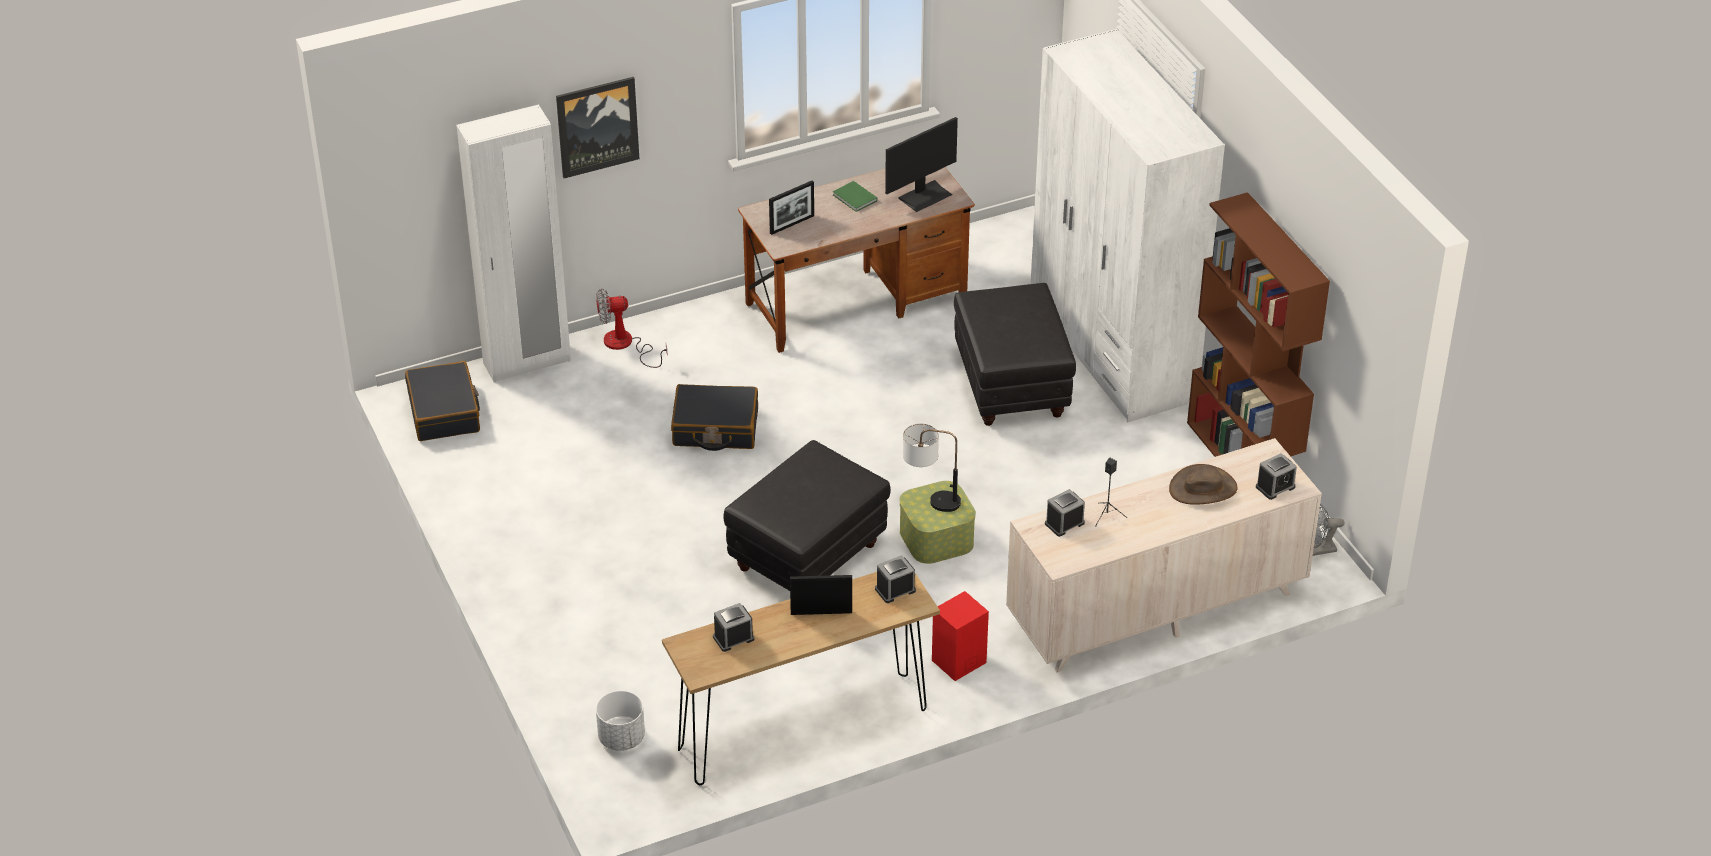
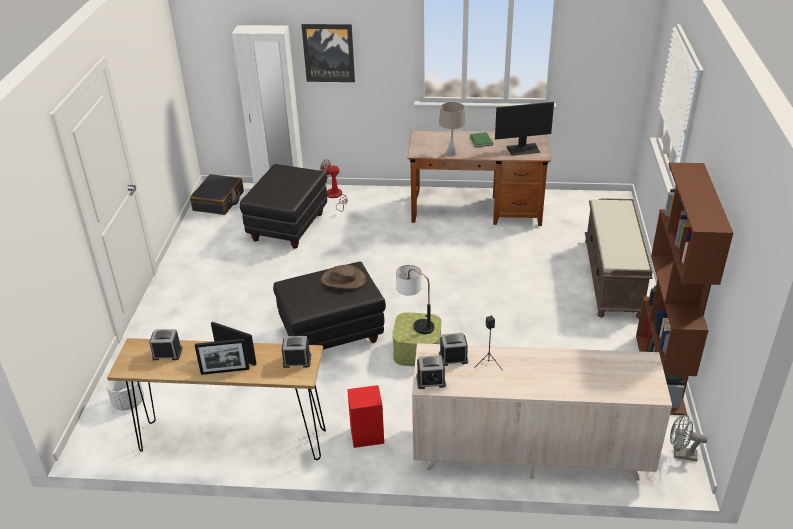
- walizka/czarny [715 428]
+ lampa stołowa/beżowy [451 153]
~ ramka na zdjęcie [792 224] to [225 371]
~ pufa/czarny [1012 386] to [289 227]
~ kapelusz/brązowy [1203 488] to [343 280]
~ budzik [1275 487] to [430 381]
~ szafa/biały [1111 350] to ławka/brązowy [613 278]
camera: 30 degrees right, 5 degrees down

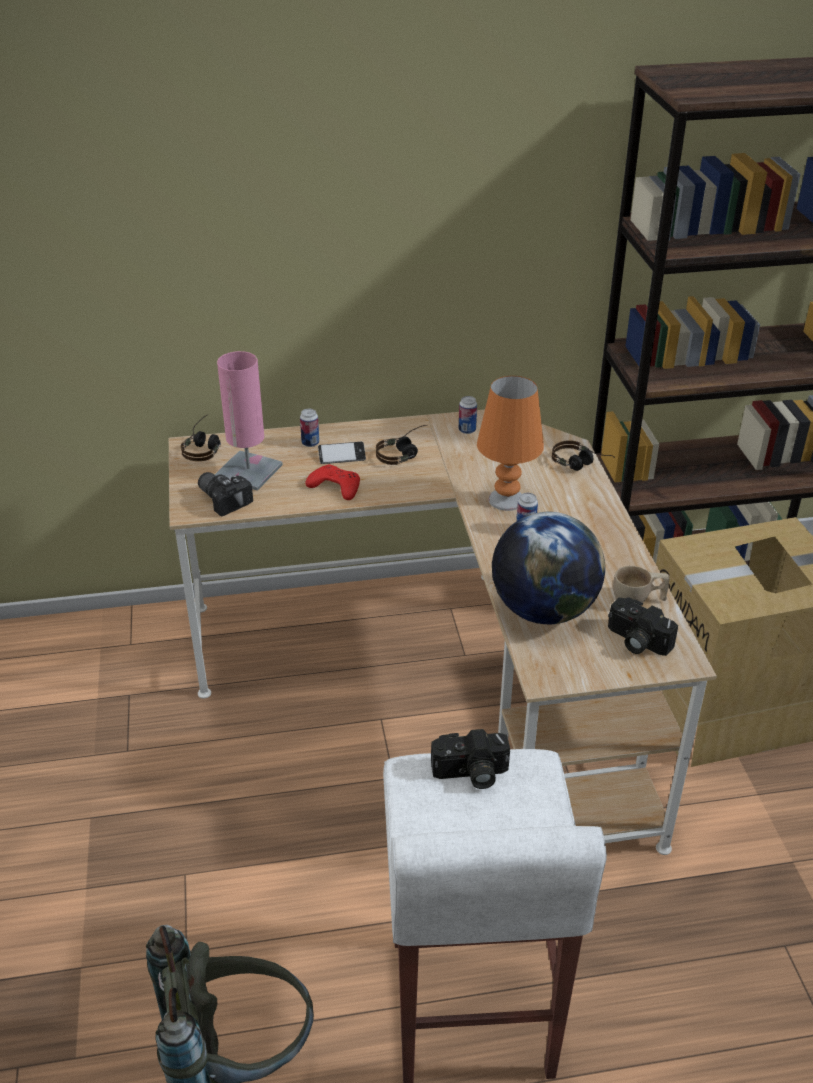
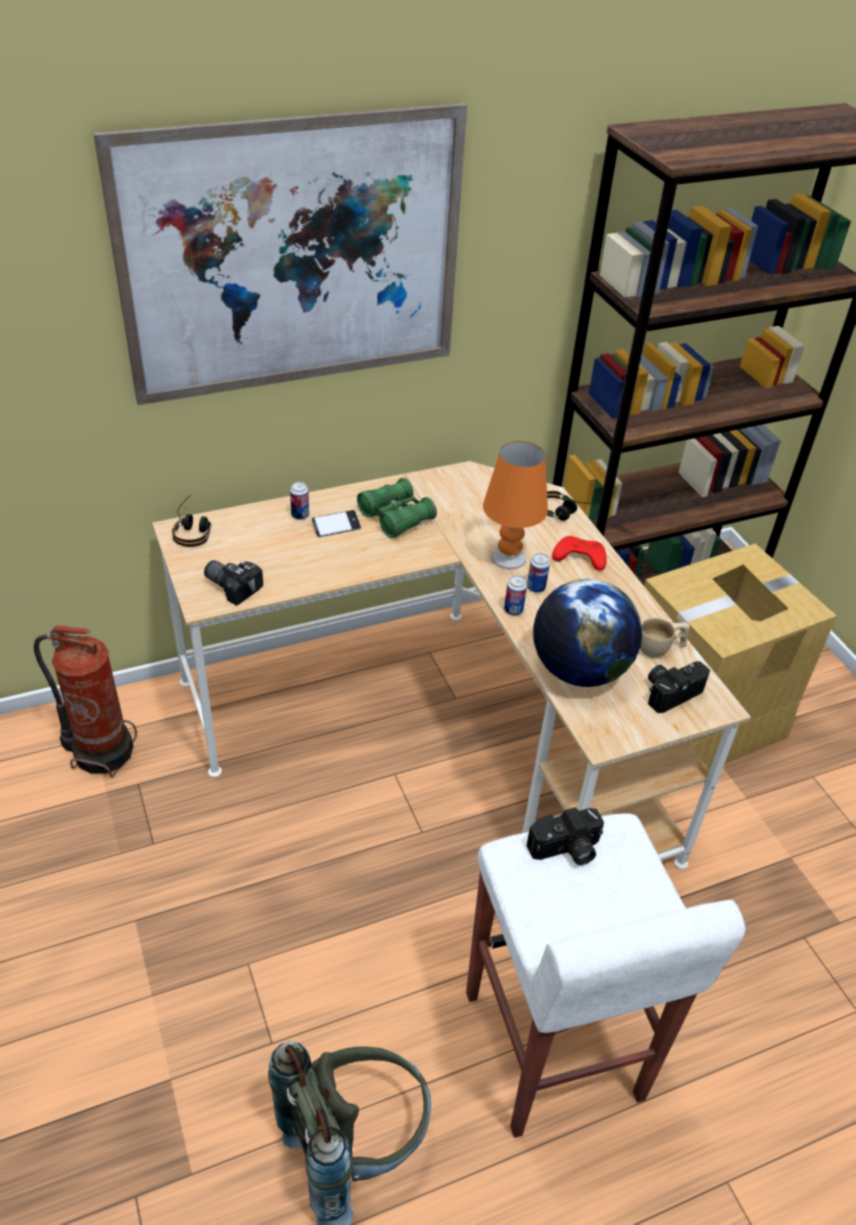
- lampa stołowa/różowy [248 471]
+ gaśnica [101 750]
+ obraz [294 257]
~ pad do gier/czerwony [335 486] to [579 557]
~ puszka [467 430] to [513 610]
~ słuchawki [404 453] to lornetka/zielony [396 517]
~ aparat fotograficzny [636 641] = [671 691] 120 degrees clockwise
camera: 15 degrees left, 5 degrees up

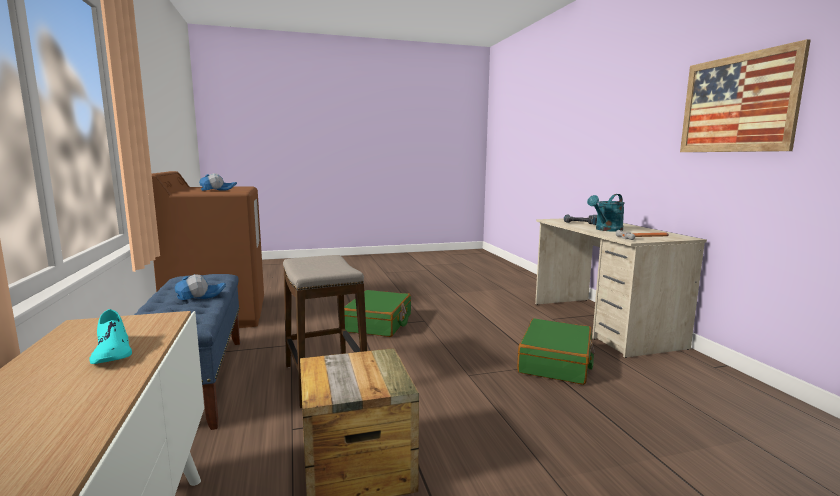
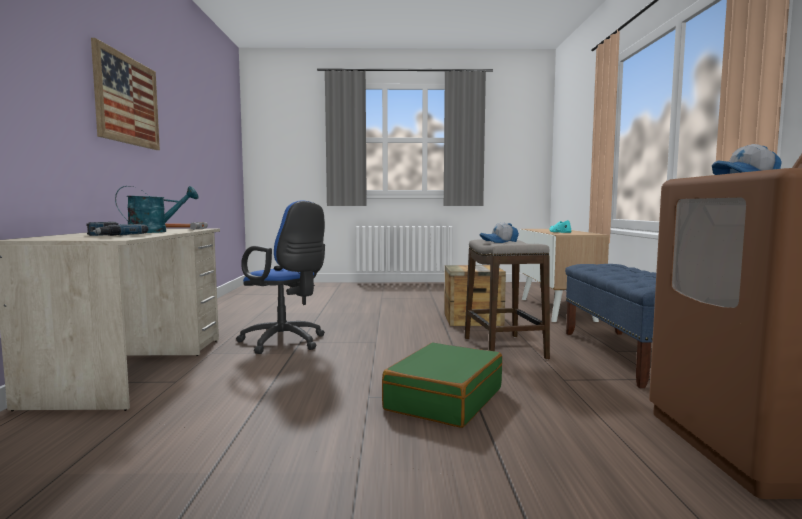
~ czapka z daszkiem [201 295] to [499 242]
~ walizka/zielony [555 362] to krzesło biurowe/niebieski [286 343]
camera: 165 degrees left, 5 degrees down

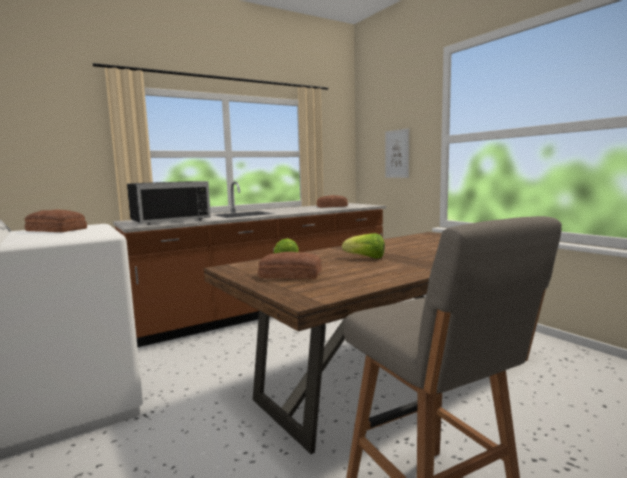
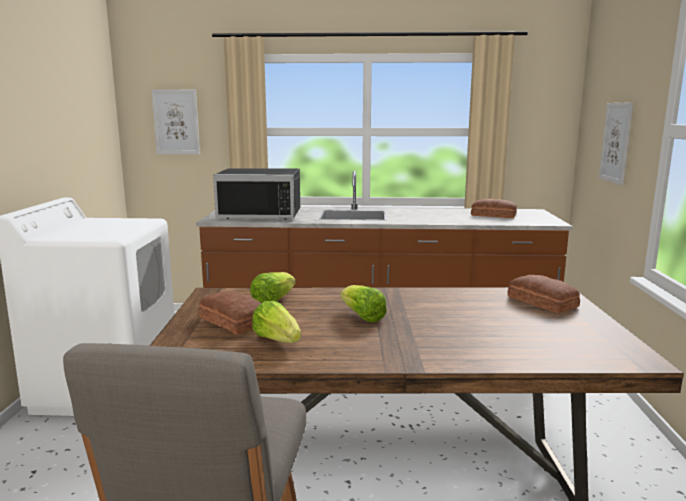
+ obraz [176 122]
+ sałata [277 340]
~ chleb [56 230] to [542 302]
camera: 35 degrees right, 5 degrees up

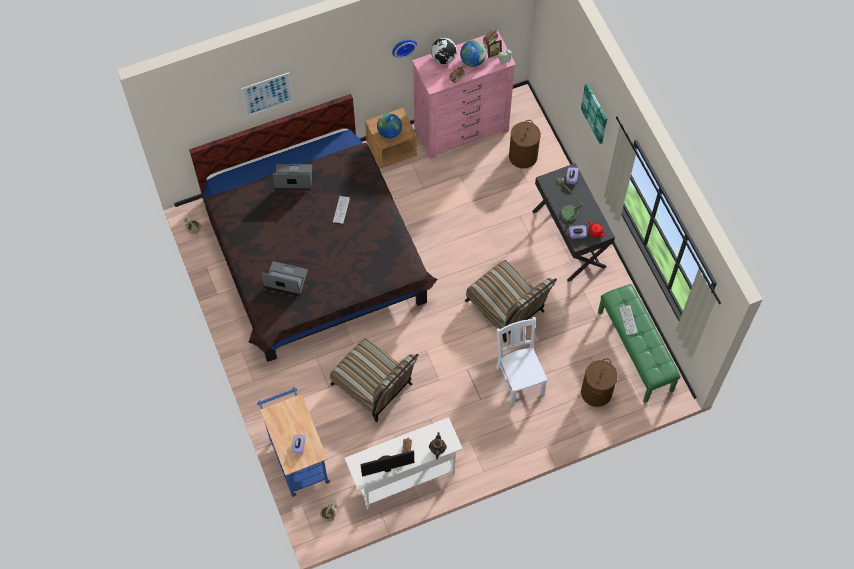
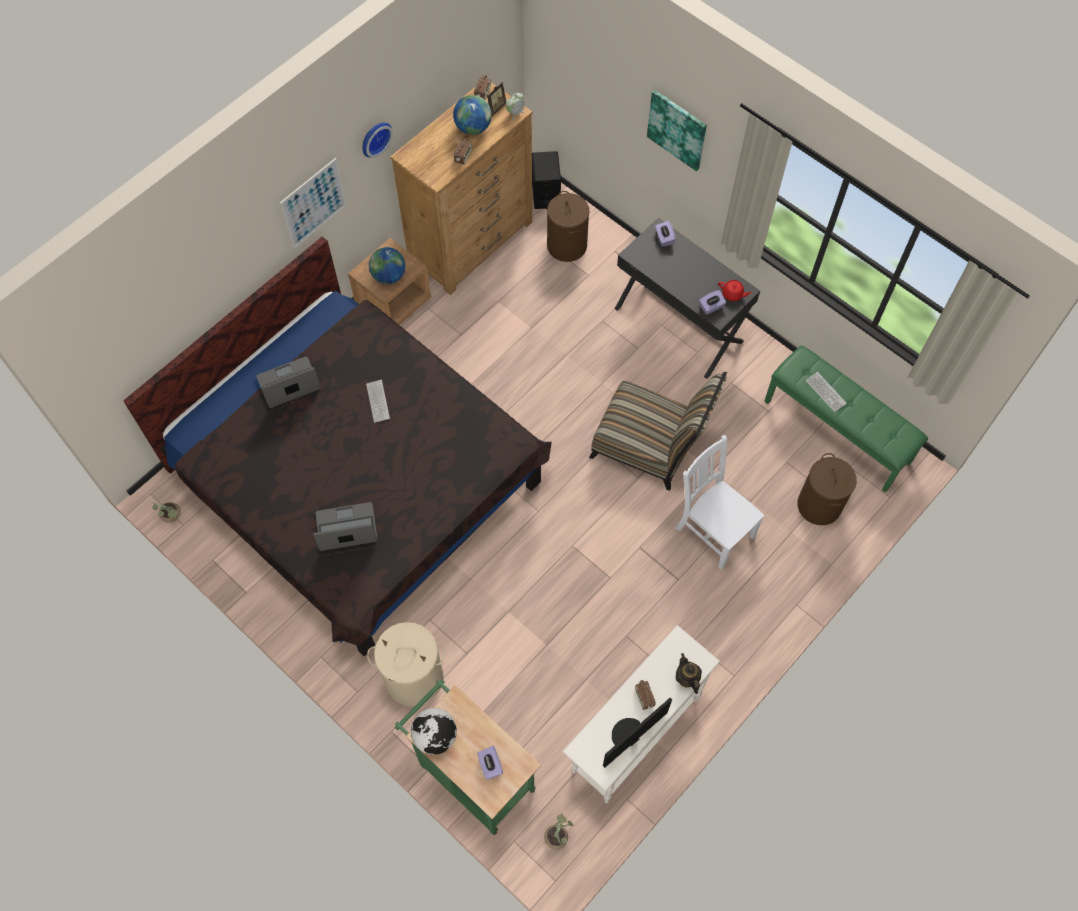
- krzesło [375 387]
- lampa stołowa [567 211]
+ kosz na pranie/beżowy [413 678]
+ głośnik/czarny [545 194]
~ obraz [267 94] to [313 203]
~ globus [443 58] to [435 736]
~ wózek/niebieski [297 457] to wózek/zielony [472 773]
~ komoda/różowy [461 129] to komoda/brązowy [471 242]
camera: 25 degrees left, 0 degrees up

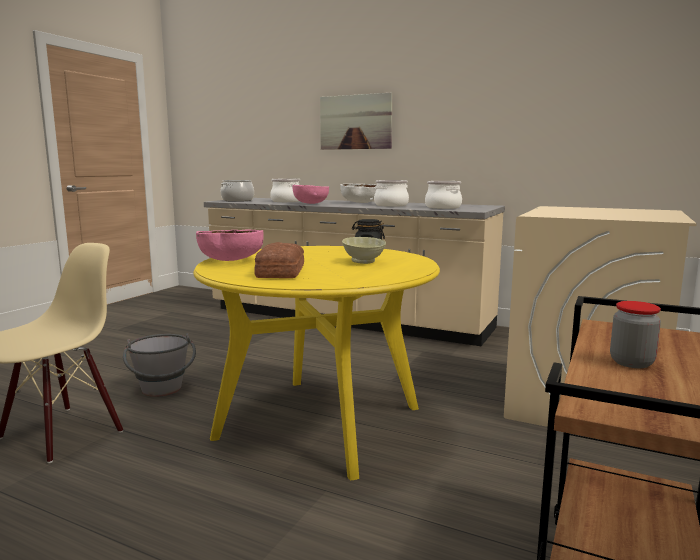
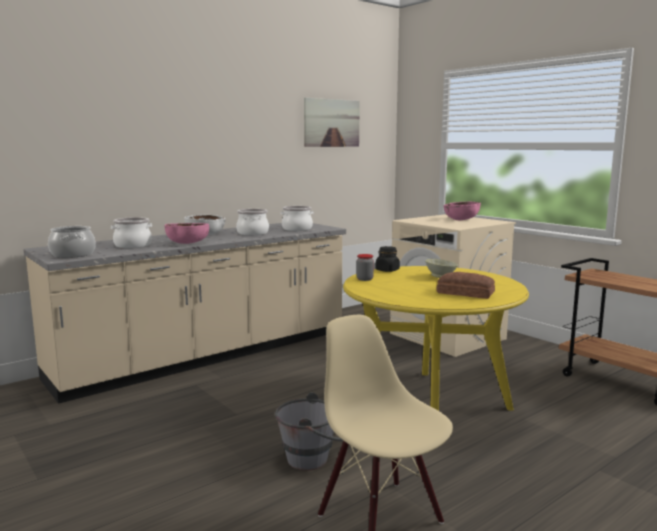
~ miska/różowy [231 261] to [461 220]
~ obraz [355 122] to [331 123]
~ słoik [631 362] to [364 279]
camera: 65 degrees left, 0 degrees up

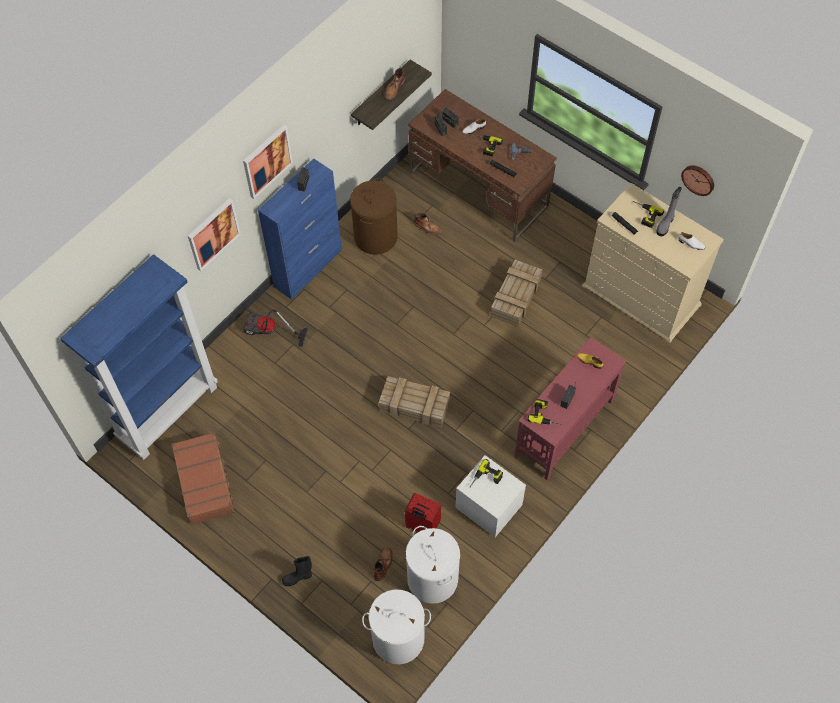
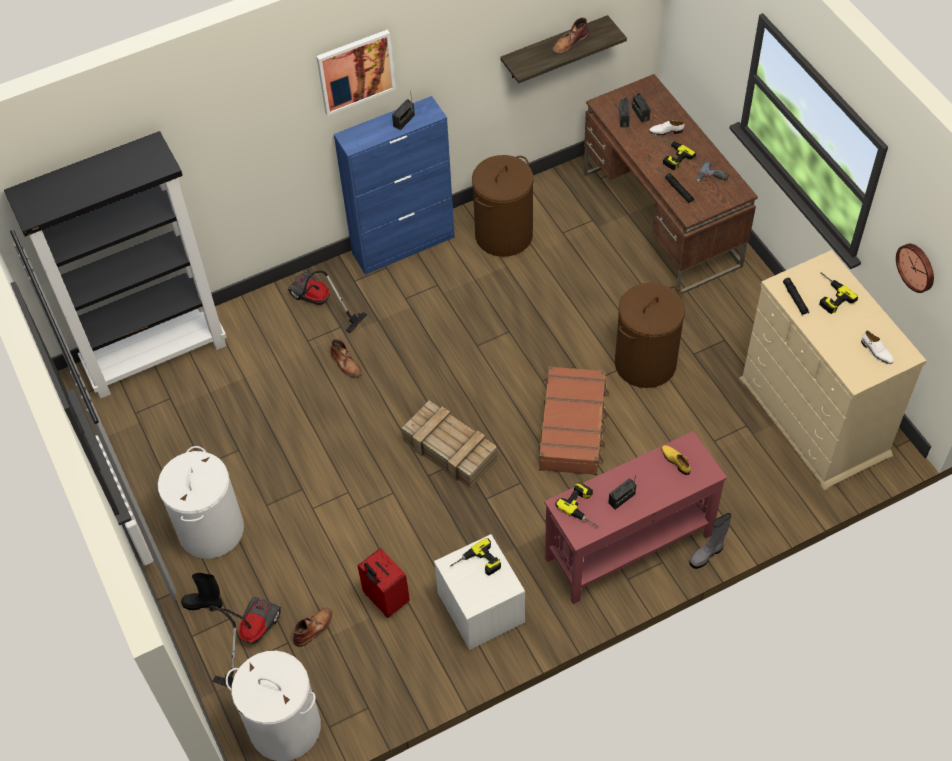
- obraz [213 234]
+ odkurzacz [249 637]
~ walizka/brązowy [205 482] to [573 427]
~ kosz na pranie/biały [432 579] to [210 529]
~ but z cholewką/brązowy [428 227] to [346 364]
~ but z cholewką/szary [665 224] to [707 554]
~ skrzynka [516 296] to kosz na pranie/brązowy [645 363]
~ regał/niebieski [168 412] to regał/czarny [157 354]
camera: 25 degrees right, 5 degrees down

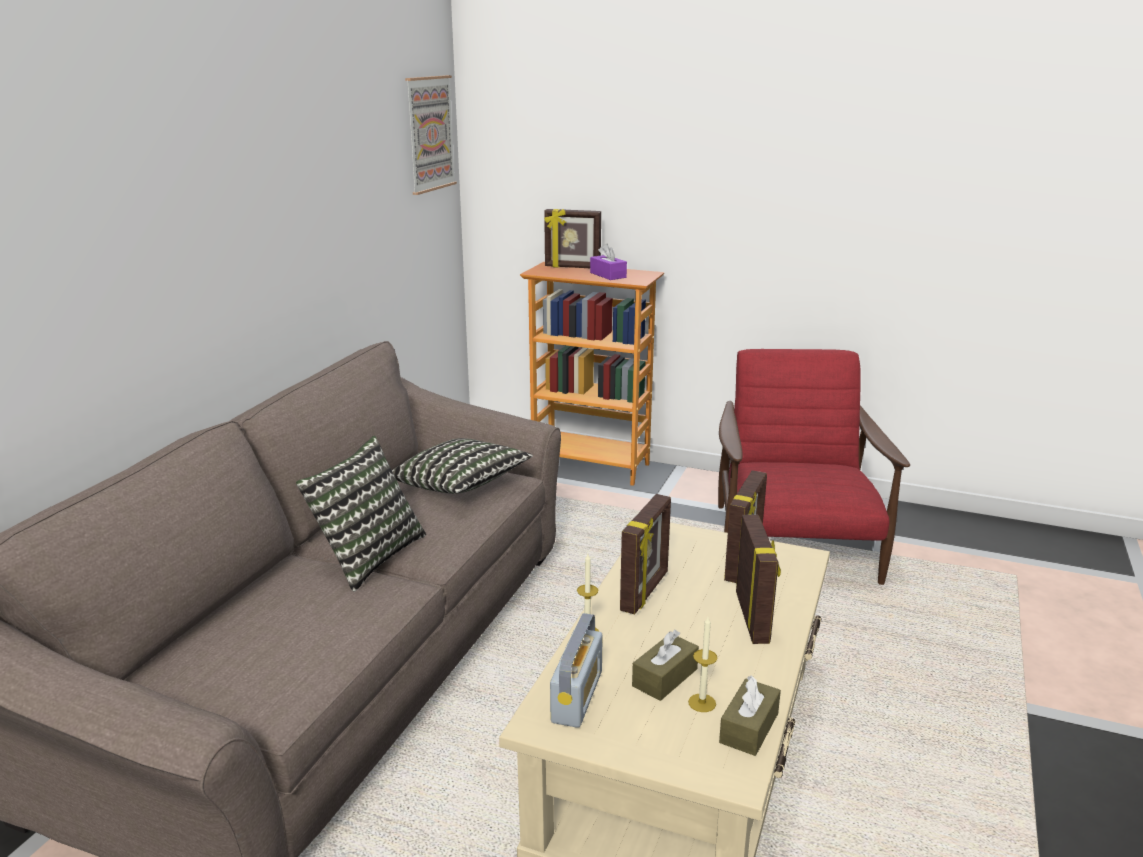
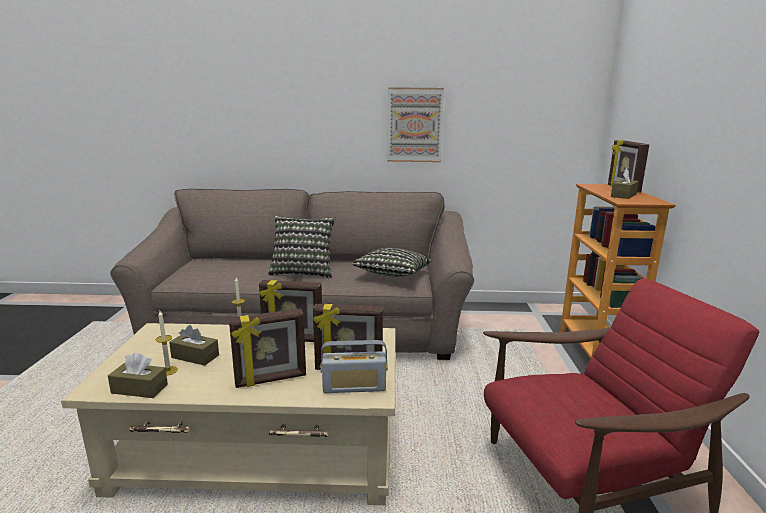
~ obraz [429 134] to [414 125]
~ radio [577 696] to [354 387]
~ pudełko chusteczek/fioletowy [608 275] to pudełko chusteczek/brązowy [623 195]
camera: 70 degrees right, 5 degrees down

